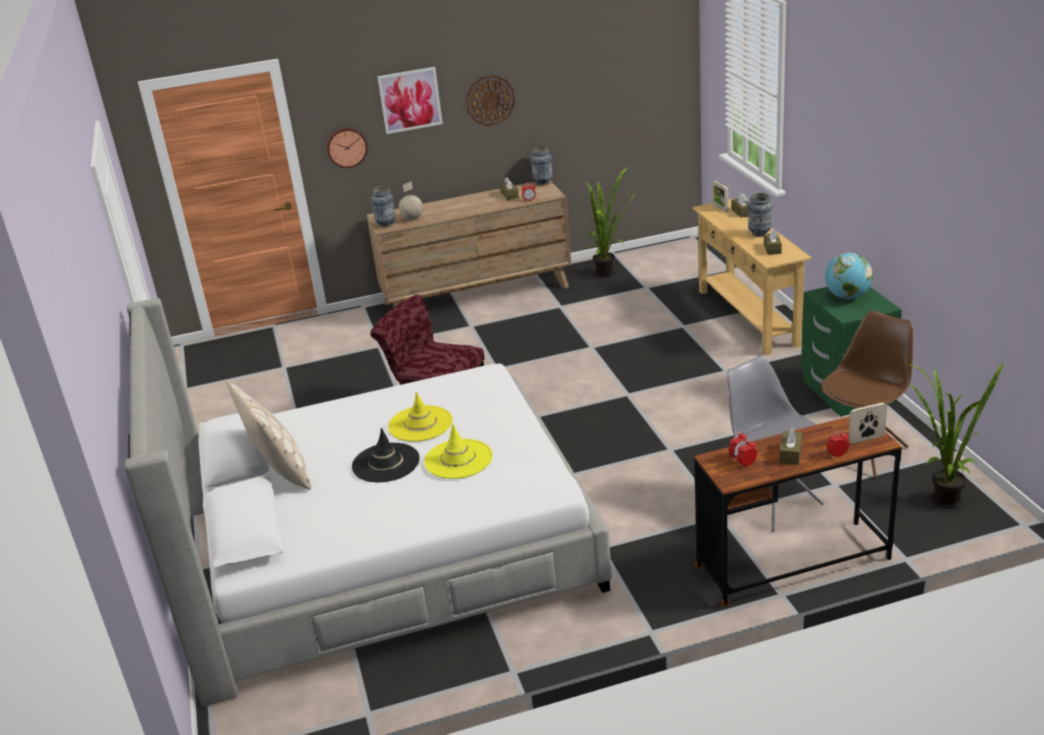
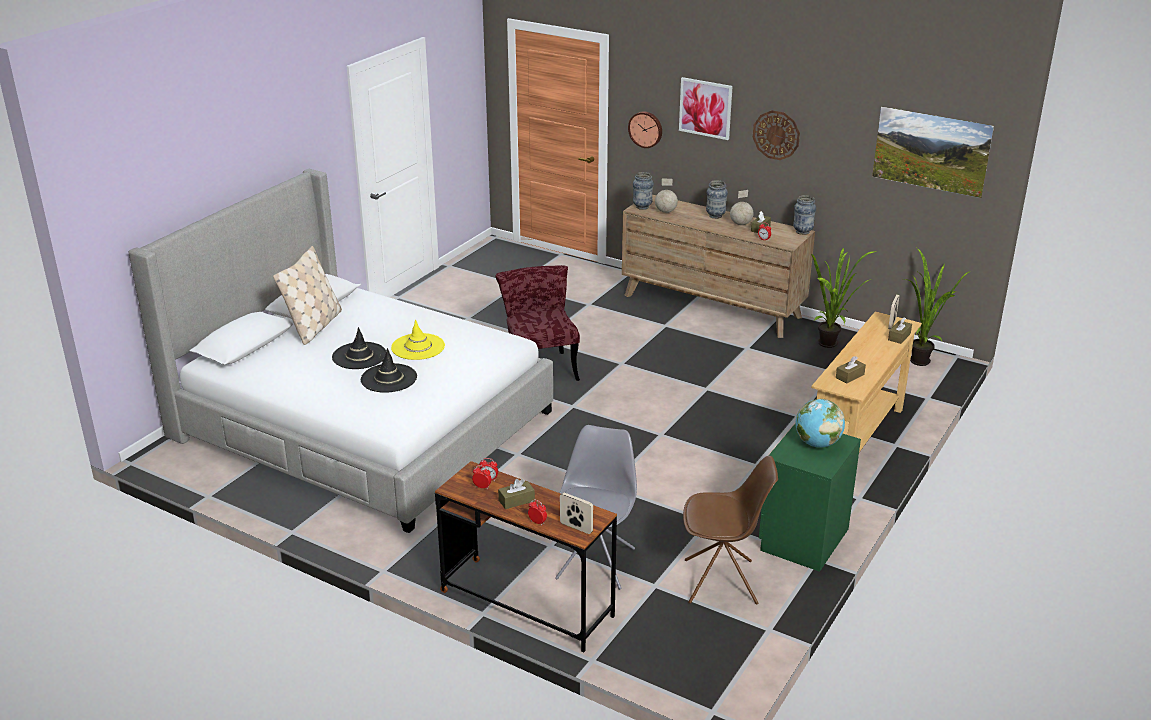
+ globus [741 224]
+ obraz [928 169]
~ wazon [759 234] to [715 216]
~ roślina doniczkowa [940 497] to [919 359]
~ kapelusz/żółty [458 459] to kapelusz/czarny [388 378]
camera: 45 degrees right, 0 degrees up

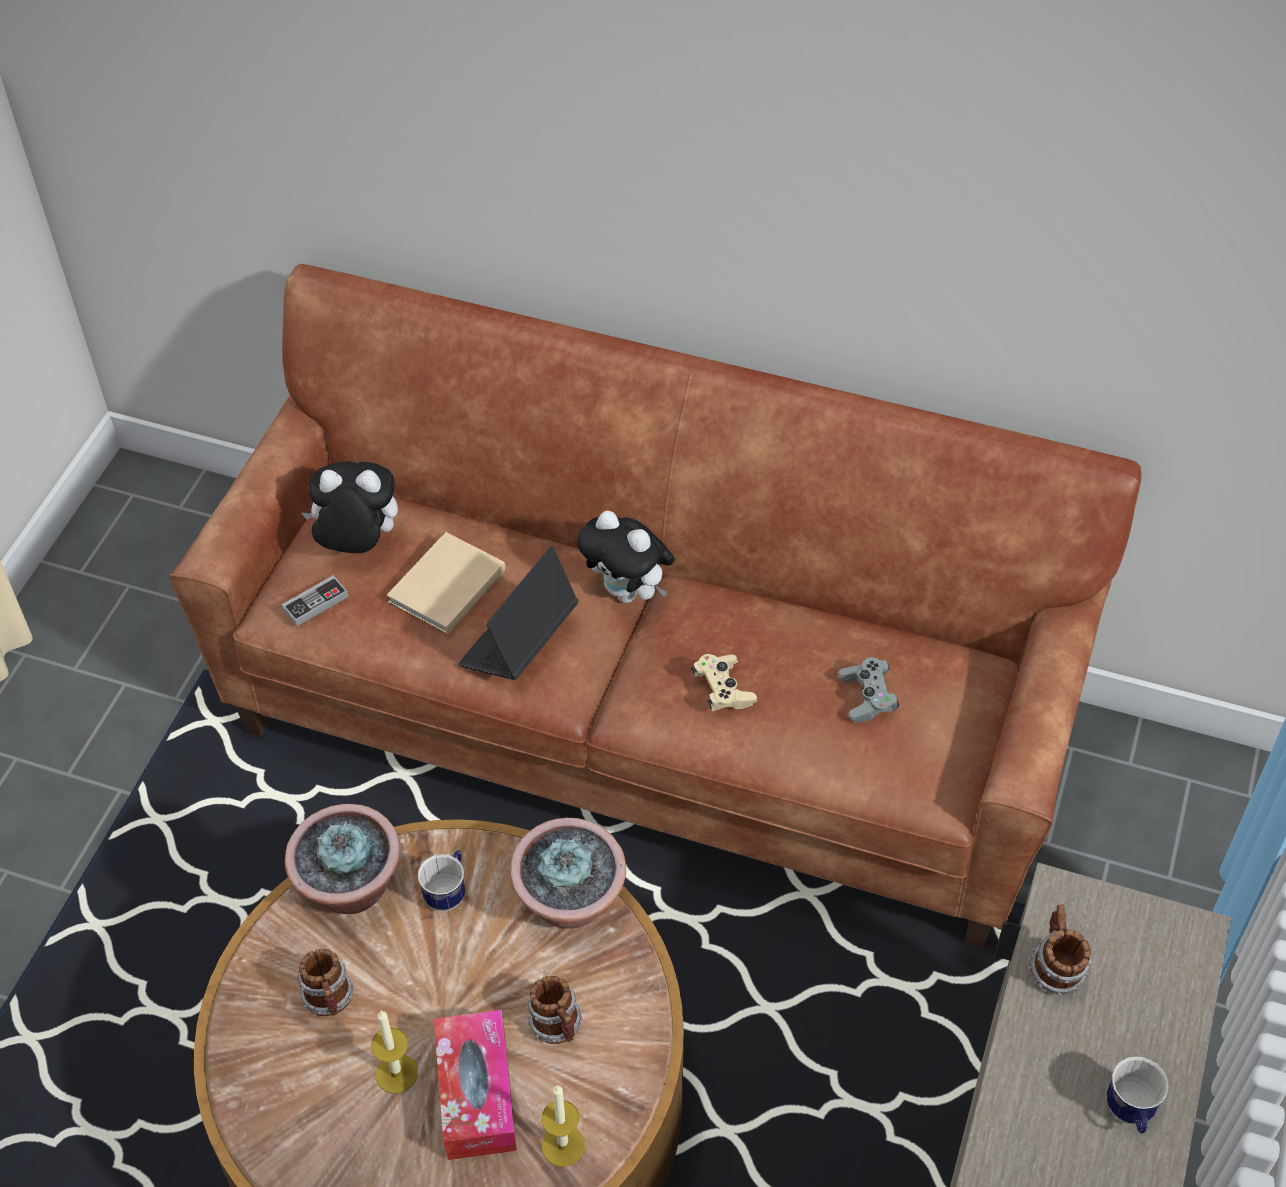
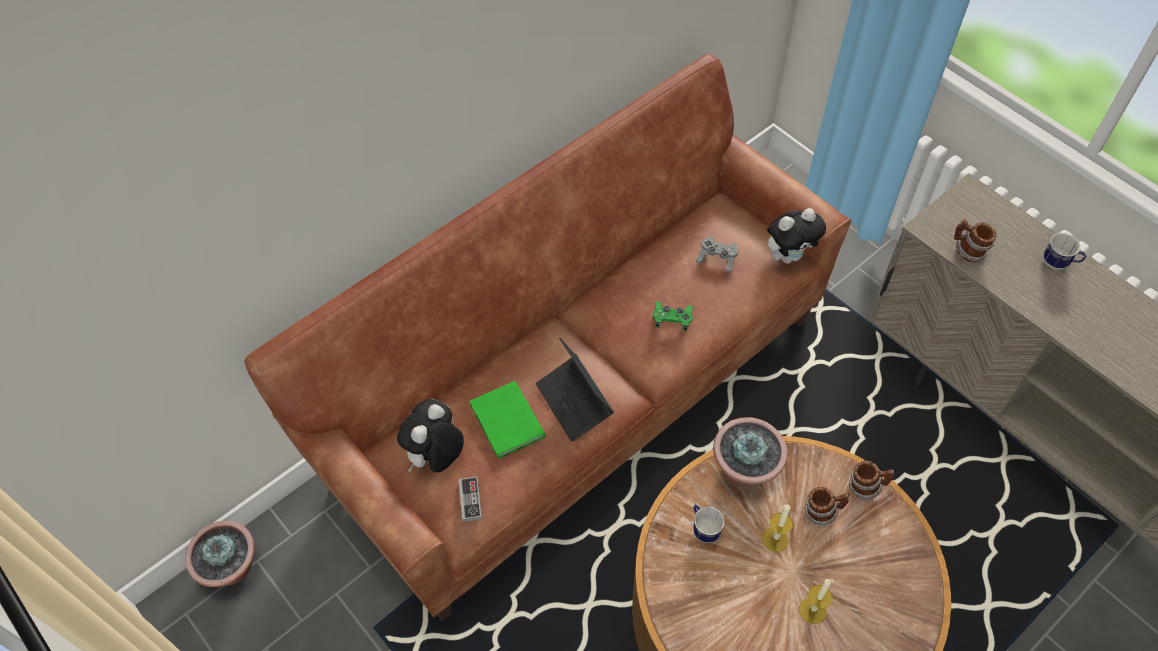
- pudełko chusteczek [476 1093]
~ roślina doniczkowa [350 888] to [231 568]
~ kubek [330 1000] to [866 487]
~ świeca [563 1145] to [775 539]
~ pluszak [628 592] to [789 255]
~ książka/beżowy [444 587] to książka/zielony [507 423]
~ pad do gier/beżowy [723 690] to pad do gier/zielony [672 320]
camera: 60 degrees left, 5 degrees up

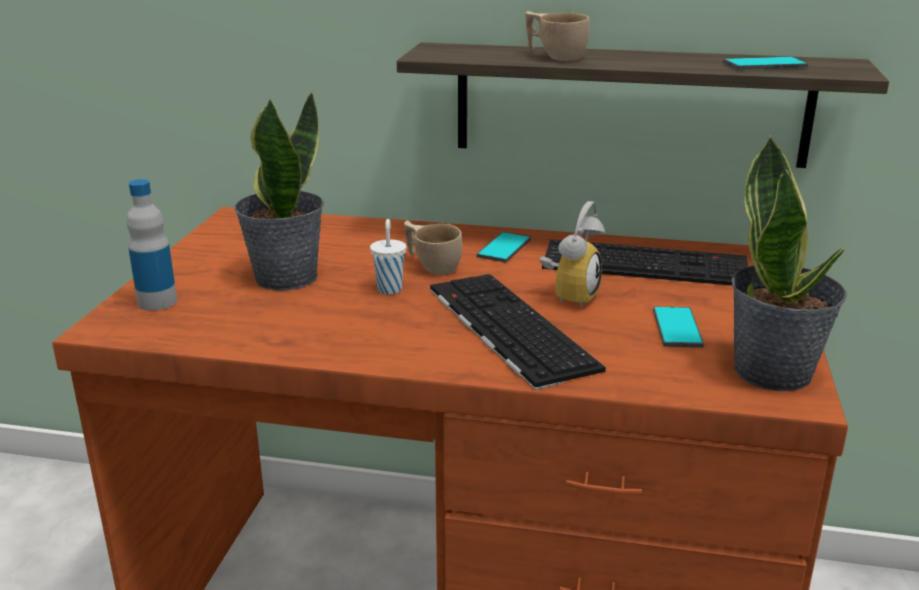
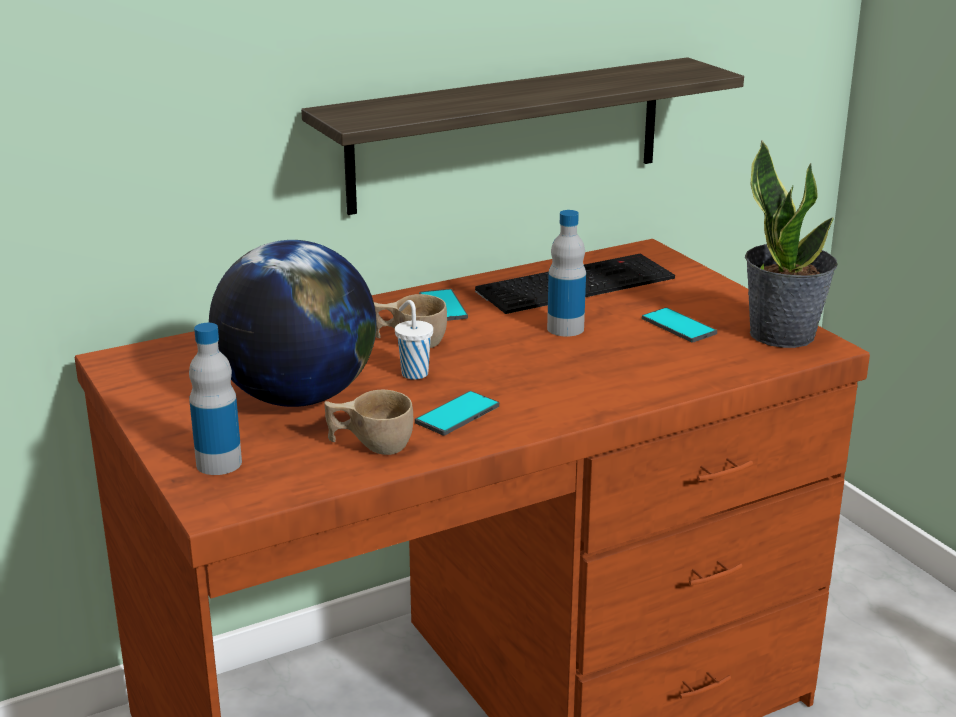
- klawiatura [505 327]
~ filiżanka/beżowy [554 56] to [370 445]
~ telefon [764 65] to [457 414]
~ roślina doniczkowa [285 277] to globus [298 397]
~ budzik [569 296] to butelka [565 328]
camera: 40 degrees left, 0 degrees up

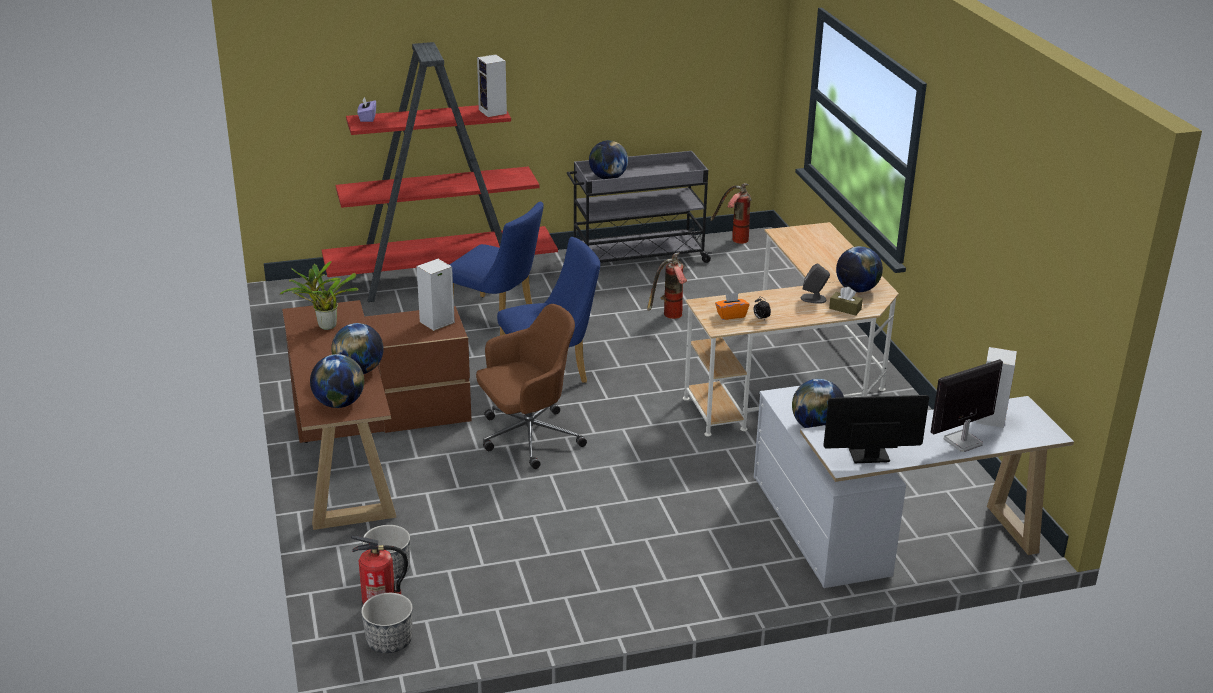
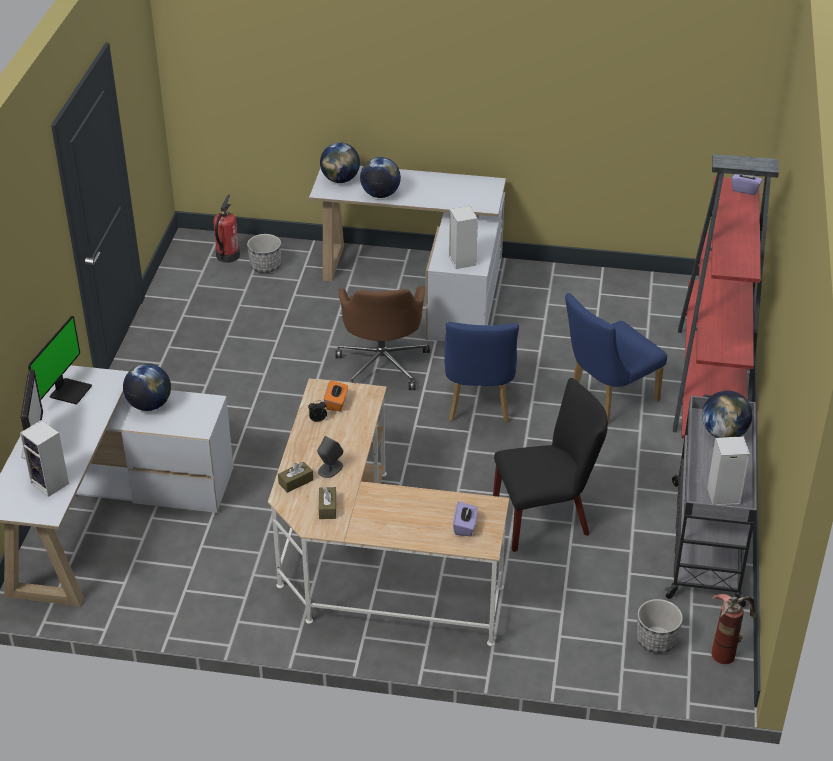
- roślina doniczkowa [324 326]
+ pudełko chusteczek/fioletowy [465 526]
~ donica [389 641] to [656 640]
~ głośnik [493 112] to [722 497]
~ gaśnica [669 317] to krzesło/czarny [547 517]
~ globus [857 289] to pudełko chusteczek/brązowy [327 508]
~ biurko/brązowy [366 448] to biurko/biały [423 284]
camera: 115 degrees right, 10 degrees up

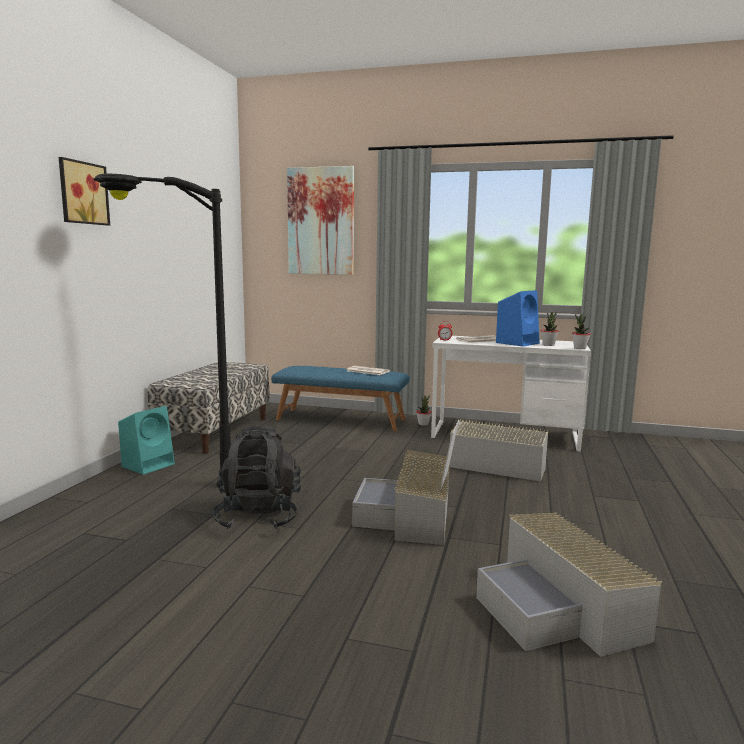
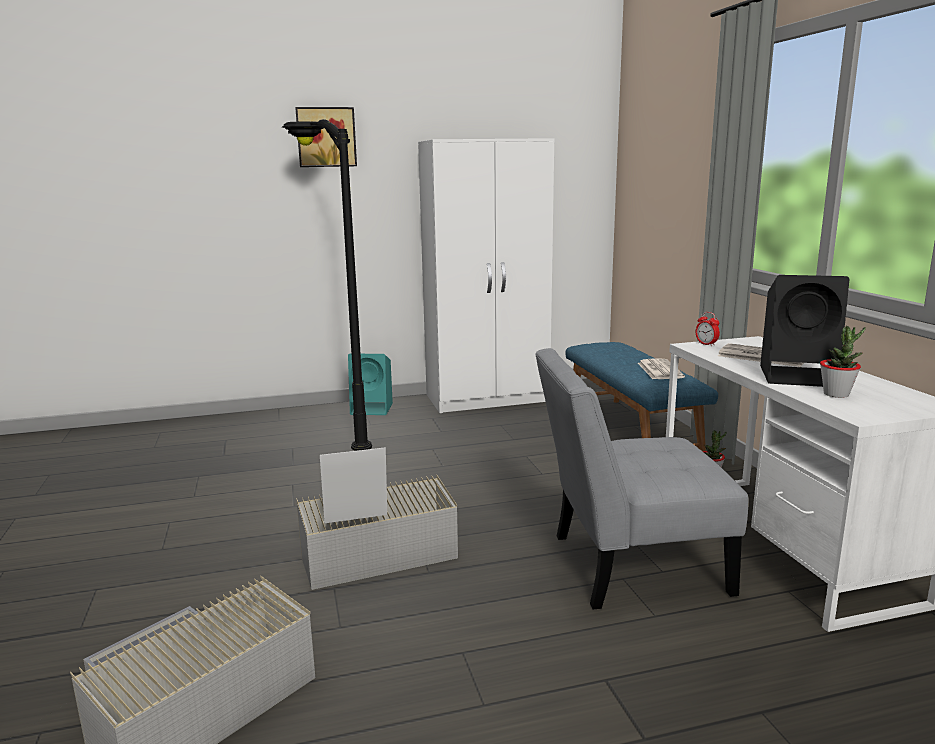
- plecak/czarny [258 517]
- obraz [321 221]
- roślina doniczkowa [579 348]
~ ławka [215 432] to szafa/biały [488 398]
~ pojemnik do przechowywania/szary [497 464] to krzesło/szary [628 565]
~ głośnik/niebieski [517 343] to głośnik/czarny [799 376]
camera: 60 degrees right, 5 degrees up

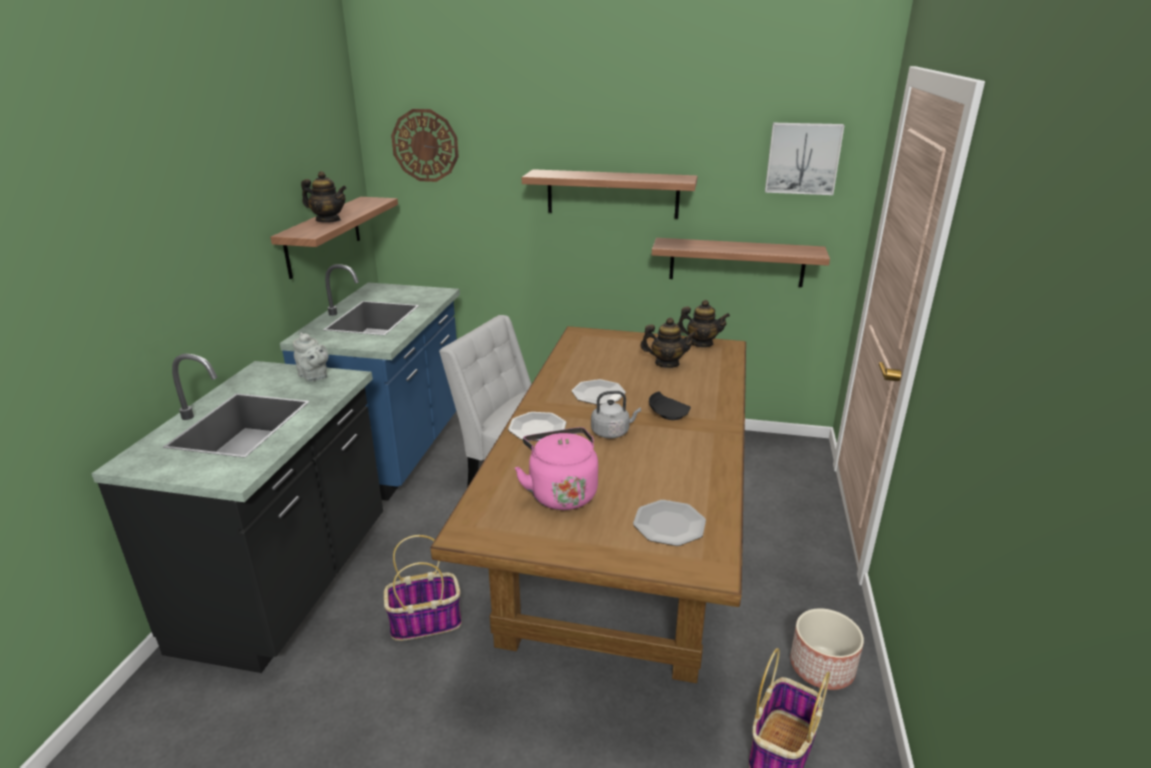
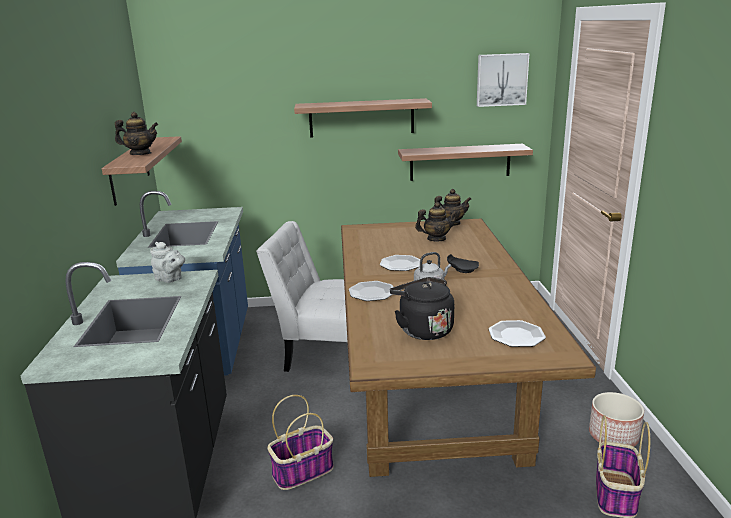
- zegar ścienny [425 145]
~ czajnik/różowy [561 493] to czajnik/czarny [423 329]
camera: 15 degrees left, 5 degrees down

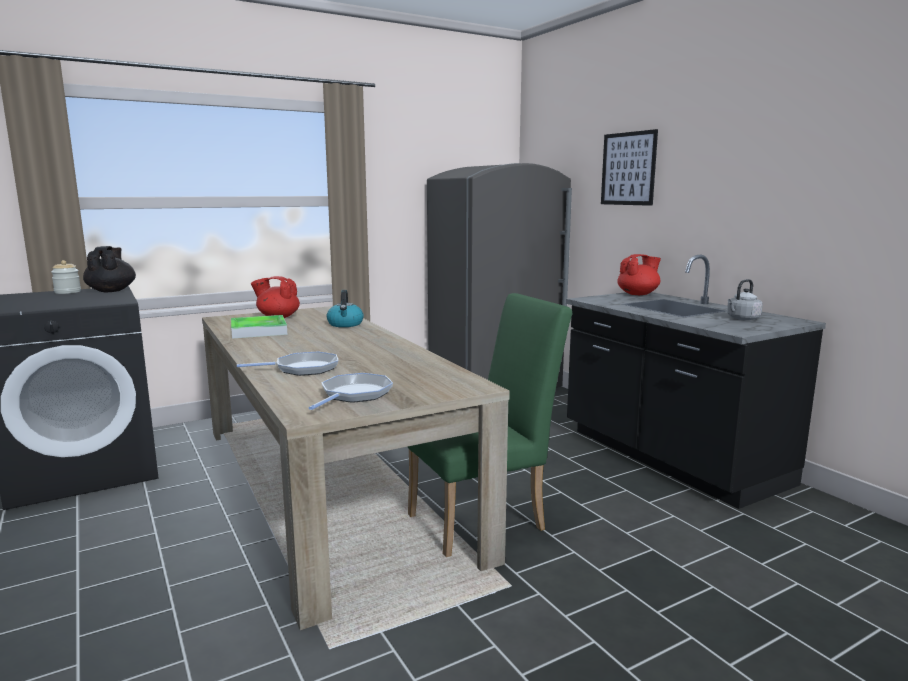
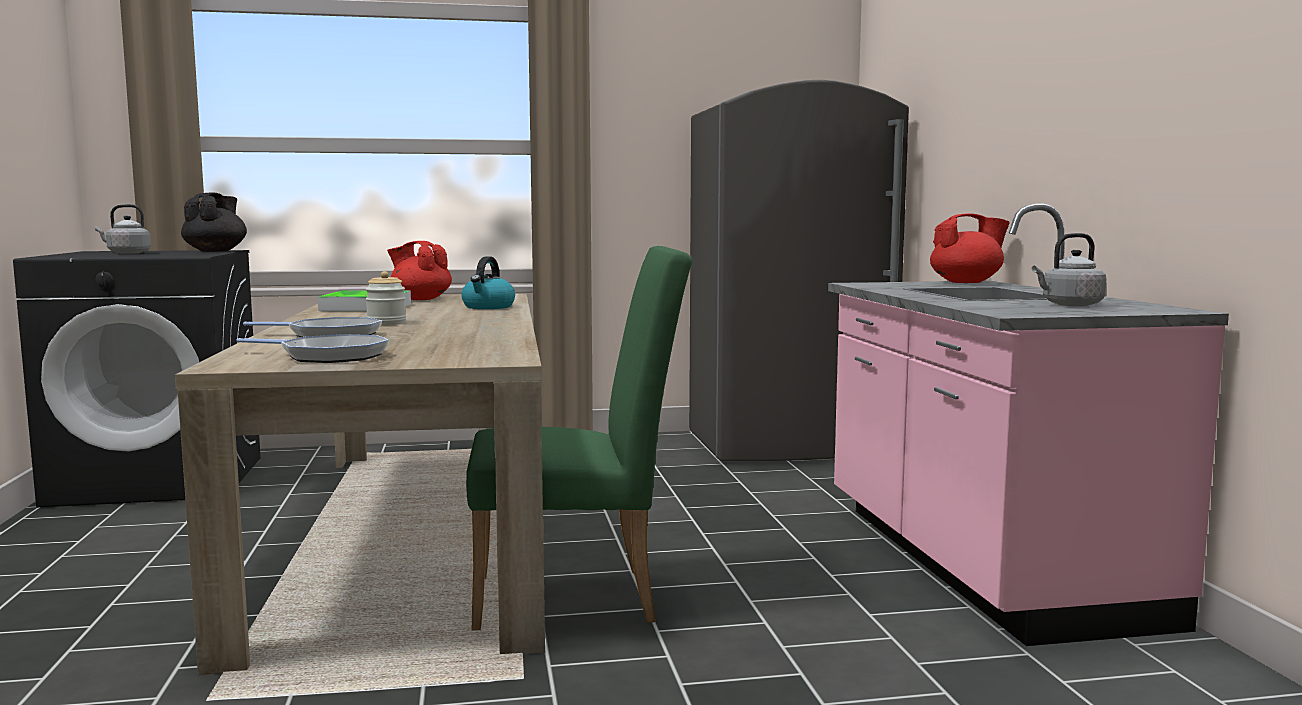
- obraz [628 169]
+ czajnik/szary [126 253]
~ słoik [67 292] to [386 323]
~ zabudowa kuchenna/czarny [670 457] to zabudowa kuchenna/różowy [980 562]
~ patelnia [354 395] = [329 356] 60 degrees clockwise
camera: 20 degrees right, 5 degrees down

